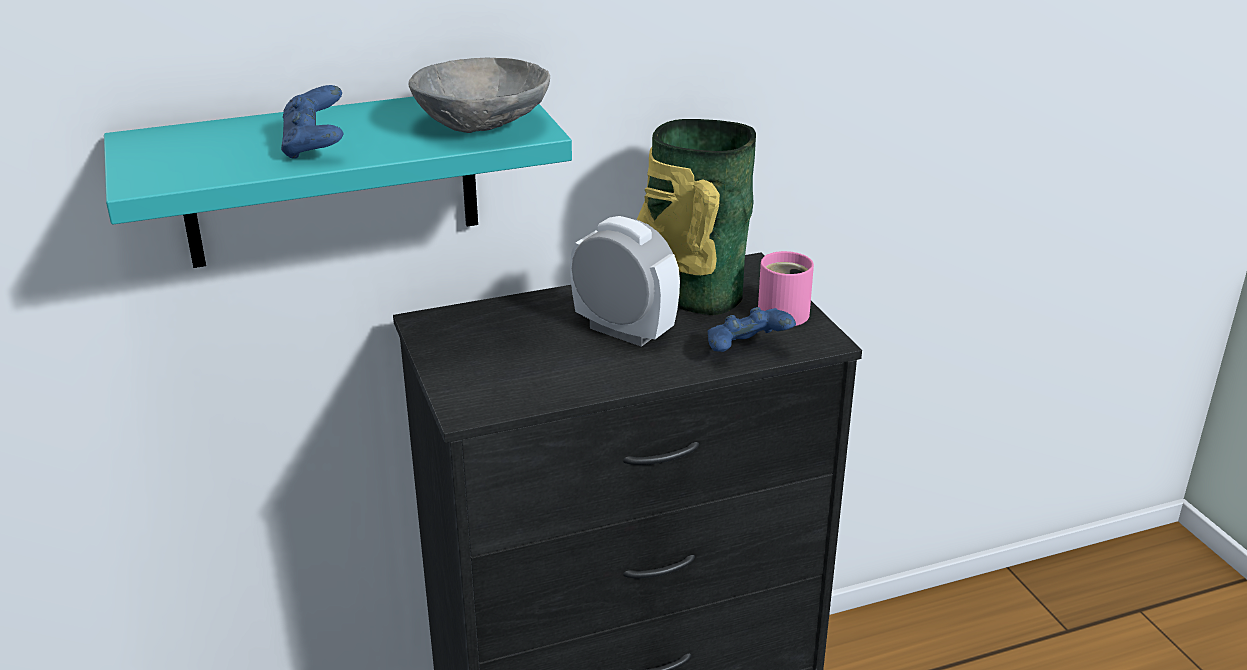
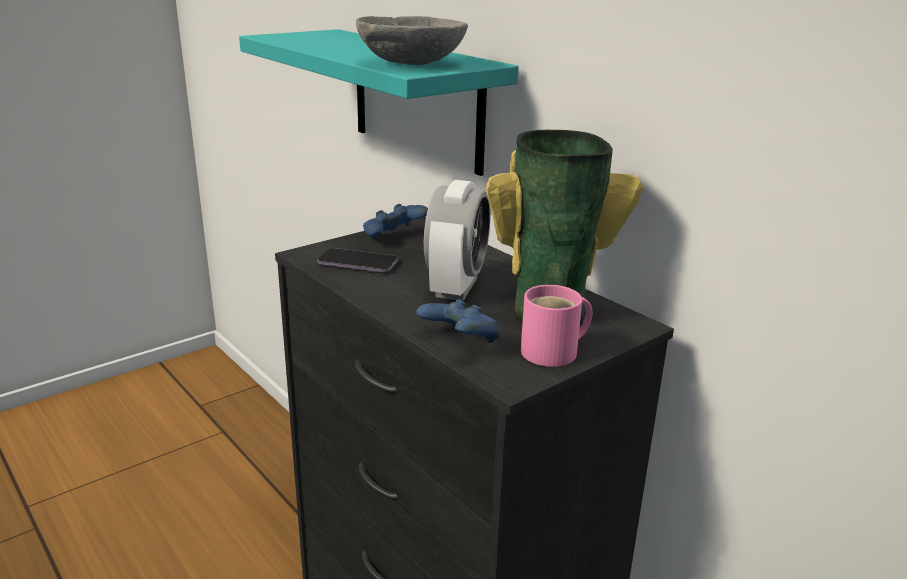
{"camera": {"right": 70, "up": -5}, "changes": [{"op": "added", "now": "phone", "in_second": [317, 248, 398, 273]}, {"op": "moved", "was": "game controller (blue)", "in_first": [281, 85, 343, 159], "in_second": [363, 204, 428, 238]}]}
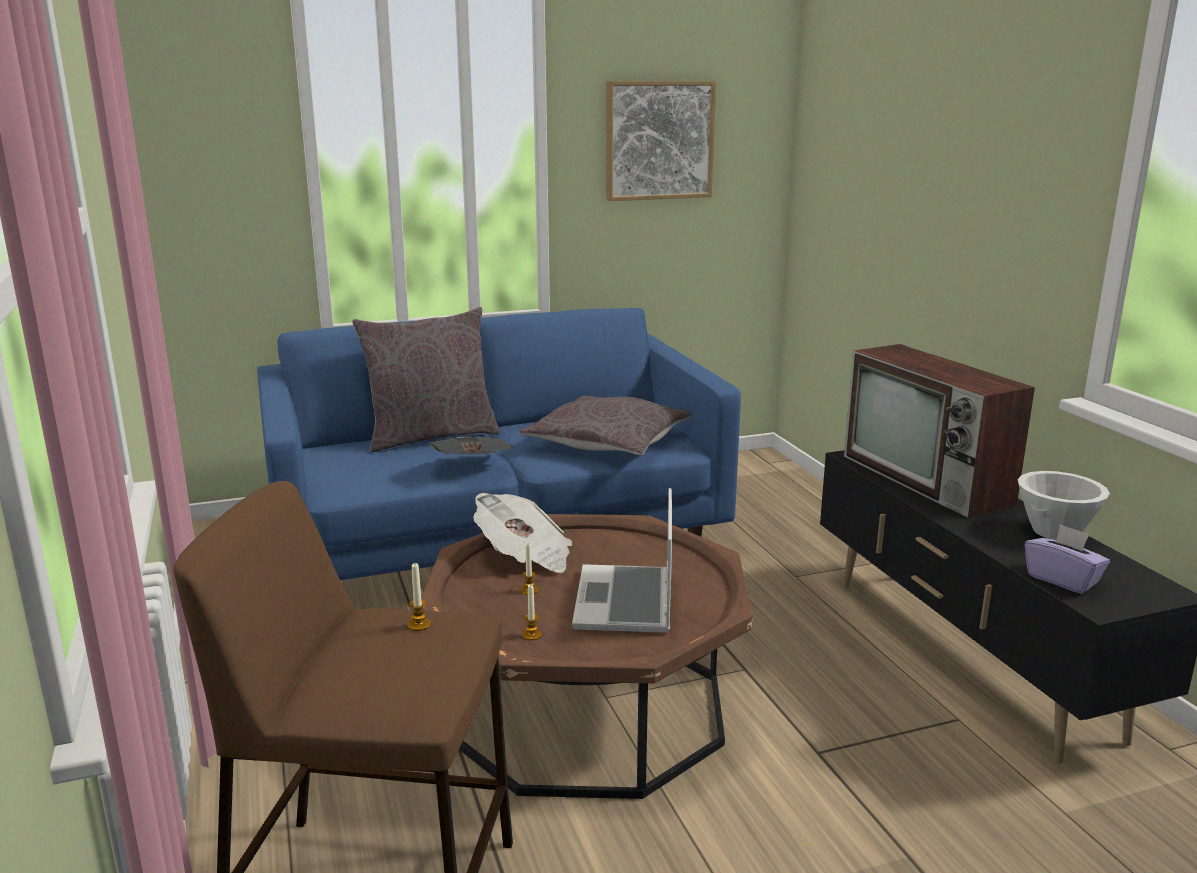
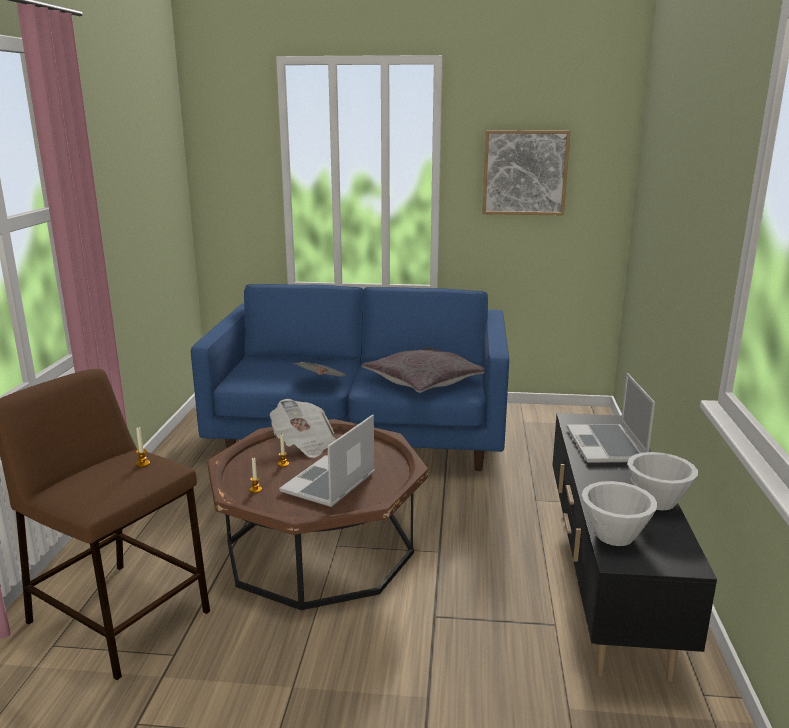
{"camera": {"right": 25, "up": 0}, "changes": [{"op": "replaced", "was": "television", "now": "laptop", "in_first": [844, 344, 1035, 518], "in_second": [567, 373, 655, 463]}, {"op": "replaced", "was": "tissue box (purple)", "now": "bowl (white)", "in_first": [1025, 524, 1110, 594], "in_second": [582, 481, 658, 546]}, {"op": "removed", "was": "pillow (grey)", "in_first": [352, 307, 500, 452]}]}
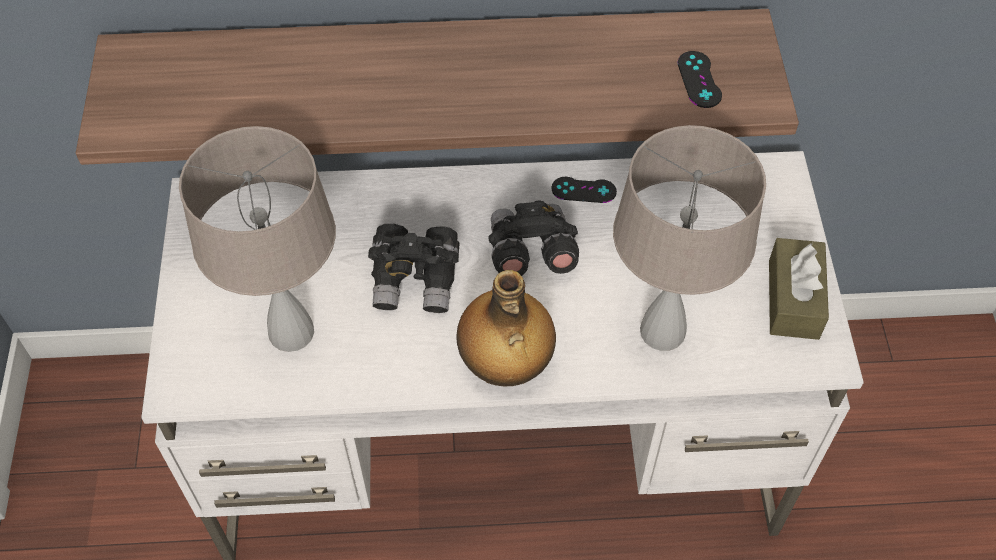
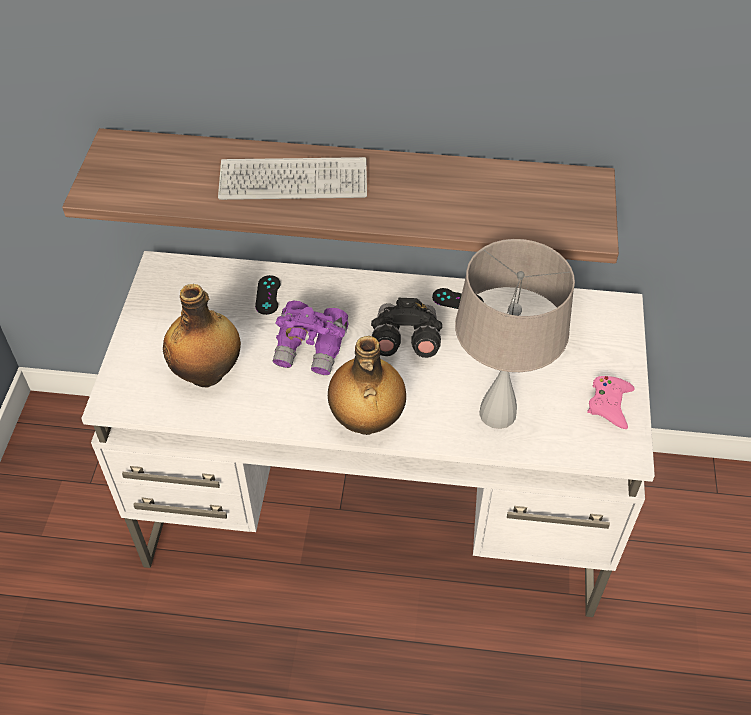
{"camera": {"right": 10, "up": -5}, "changes": [{"op": "replaced", "was": "table lamp (beige)", "now": "bottle", "in_first": [179, 126, 336, 352], "in_second": [163, 284, 241, 387]}, {"op": "added", "now": "keyboard", "in_second": [218, 157, 367, 200]}, {"op": "moved", "was": "game controller (black)", "in_first": [678, 51, 722, 108], "in_second": [255, 275, 281, 315]}, {"op": "recoloured", "was": "binoculars (black)", "now": "binoculars (purple)", "in_first": [368, 224, 460, 313], "in_second": [273, 300, 349, 375]}, {"op": "replaced", "was": "tissue box (brown)", "now": "game controller (pink)", "in_first": [769, 238, 829, 340], "in_second": [587, 376, 635, 429]}]}
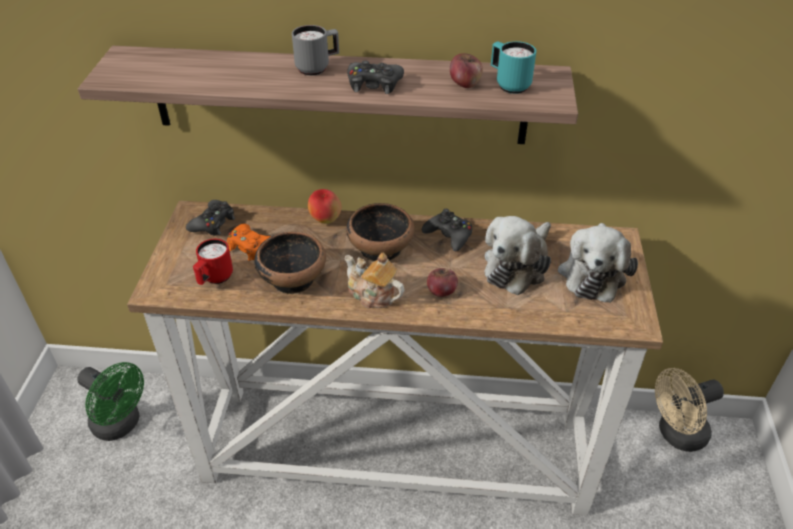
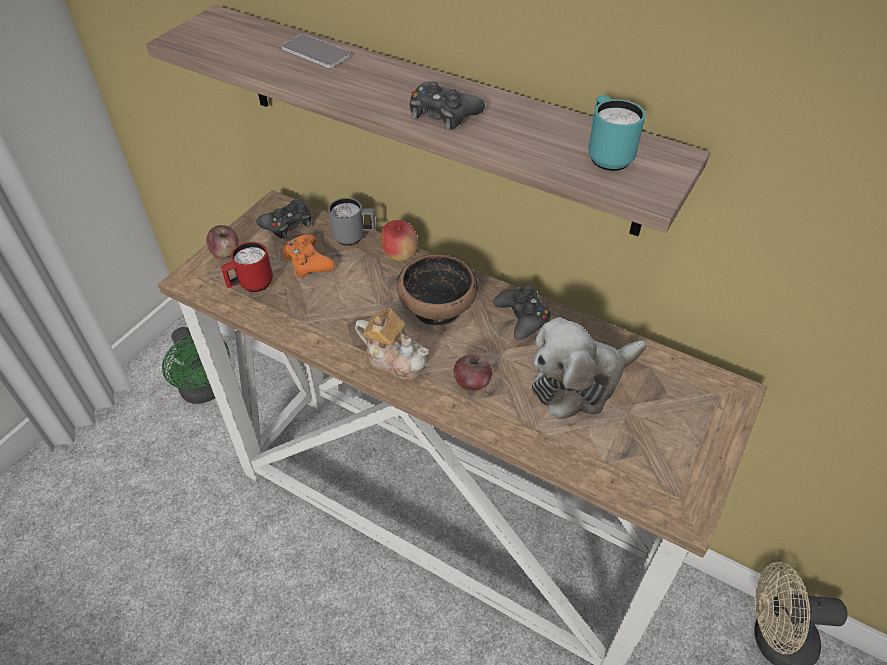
{"camera": {"right": 25, "up": 5}, "changes": [{"op": "moved", "was": "apple", "in_first": [450, 53, 483, 88], "in_second": [206, 225, 239, 259]}, {"op": "added", "now": "phone", "in_second": [281, 34, 351, 68]}, {"op": "moved", "was": "mug (grey)", "in_first": [292, 25, 339, 76], "in_second": [328, 198, 376, 246]}, {"op": "turned", "was": "teapot", "in_first": [345, 253, 405, 309], "in_second": [355, 308, 429, 380], "clockwise": 150}, {"op": "removed", "was": "bowl", "in_first": [254, 232, 326, 294]}, {"op": "removed", "was": "plush toy", "in_first": [558, 223, 638, 303]}]}
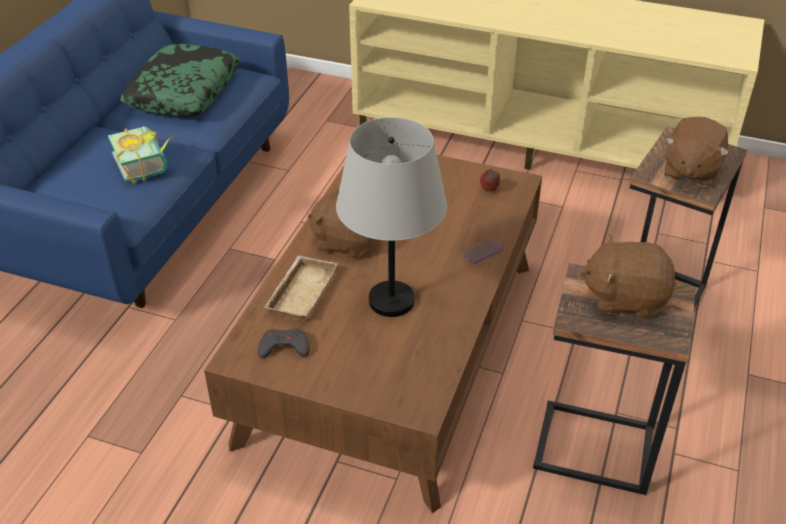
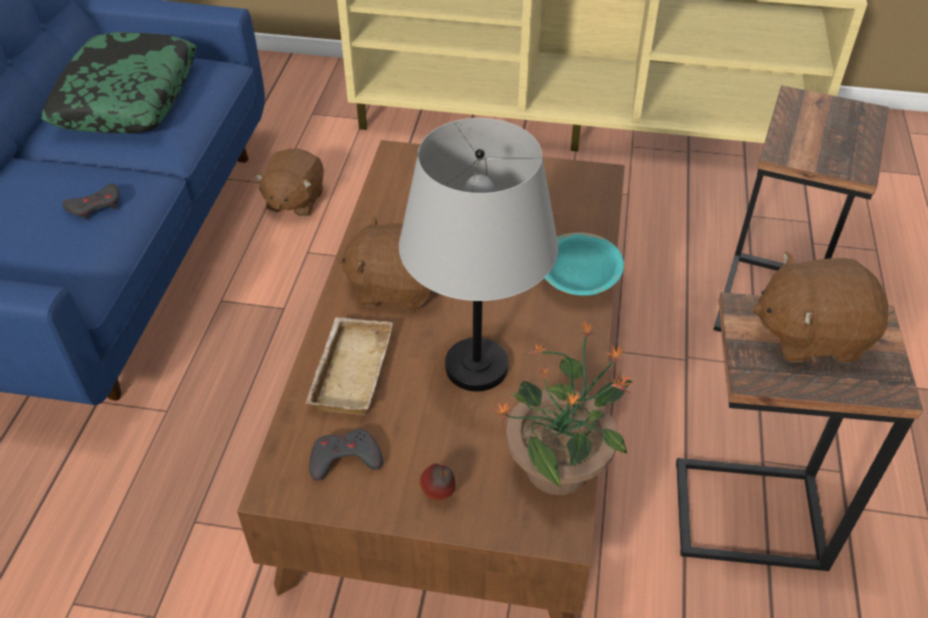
{"camera": {"right": -10, "up": 5}, "changes": [{"op": "replaced", "was": "book", "now": "game controller (grey)", "in_first": [108, 126, 175, 184], "in_second": [62, 183, 119, 220]}, {"op": "moved", "was": "plush toy (brown)", "in_first": [664, 117, 729, 187], "in_second": [254, 149, 324, 217]}, {"op": "moved", "was": "apple", "in_first": [480, 169, 500, 191], "in_second": [420, 464, 455, 500]}, {"op": "added", "now": "potted plant", "in_second": [493, 320, 633, 495]}, {"op": "replaced", "was": "phone", "now": "bowl (turquoise)", "in_first": [463, 240, 503, 264], "in_second": [544, 232, 624, 296]}]}
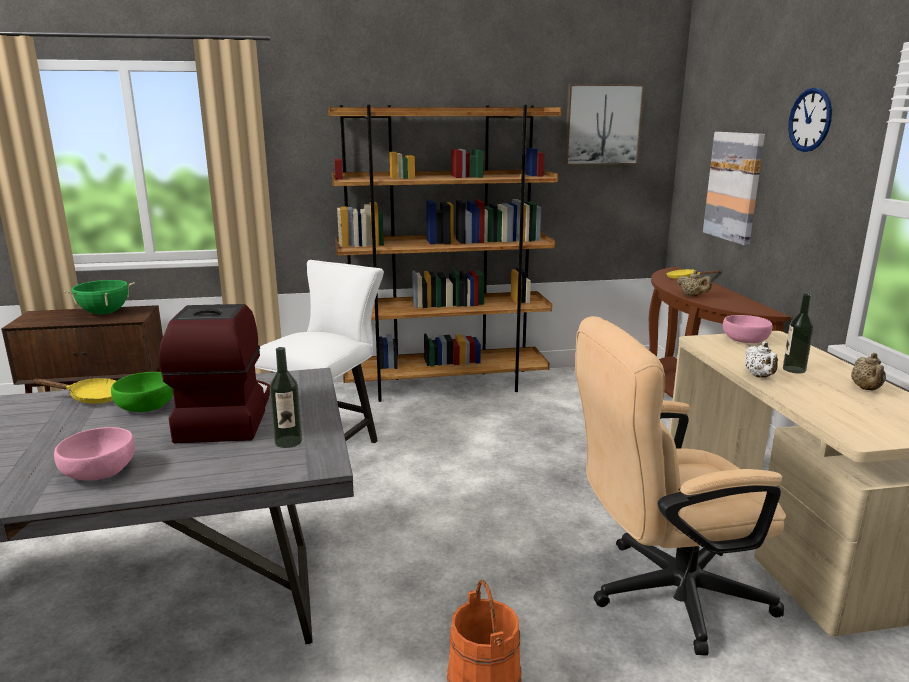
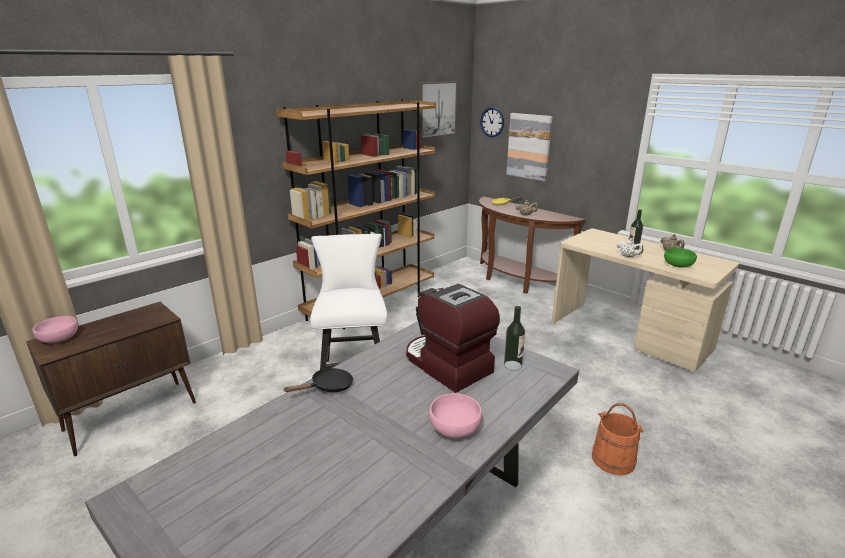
{"camera": {"right": -35, "up": 5}, "changes": [{"op": "moved", "was": "bowl (pink)", "in_first": [723, 315, 773, 343], "in_second": [32, 316, 78, 343]}, {"op": "recoloured", "was": "frying pan (yellow)", "now": "frying pan (black)", "in_first": [32, 378, 116, 404], "in_second": [284, 368, 353, 392]}, {"op": "moved", "was": "wall clock", "in_first": [788, 88, 832, 152], "in_second": [480, 107, 504, 137]}, {"op": "moved", "was": "bowl (green)", "in_first": [111, 372, 173, 412], "in_second": [664, 248, 697, 267]}, {"op": "removed", "was": "cooking pot (green)", "in_first": [64, 280, 134, 315]}, {"op": "removed", "was": "office chair (beige)", "in_first": [575, 316, 786, 656]}]}
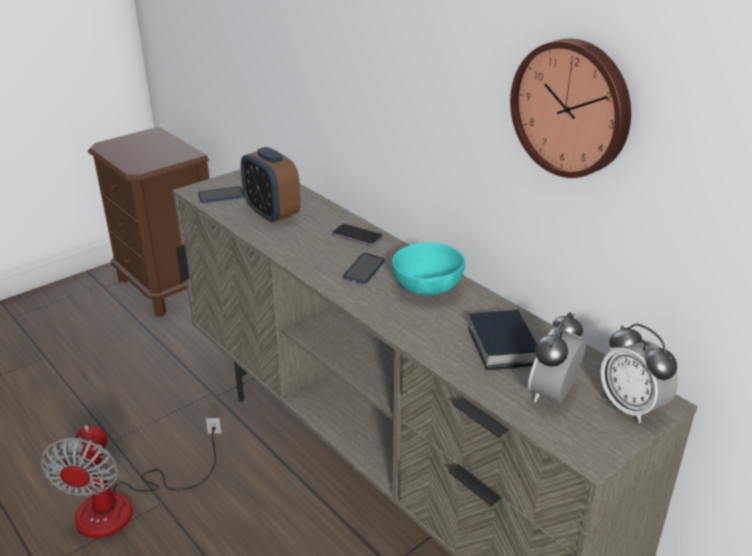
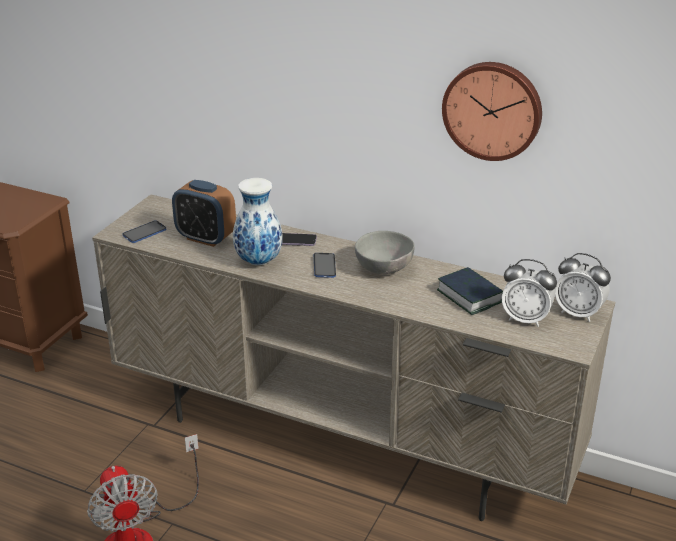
{"camera": {"right": -25, "up": 0}, "changes": [{"op": "added", "now": "vase", "in_second": [233, 178, 283, 265]}, {"op": "recoloured", "was": "bowl (turquoise)", "now": "bowl (grey)", "in_first": [392, 242, 465, 295], "in_second": [355, 231, 415, 274]}, {"op": "turned", "was": "alarm clock", "in_first": [528, 312, 586, 403], "in_second": [502, 259, 557, 327], "clockwise": -75}]}
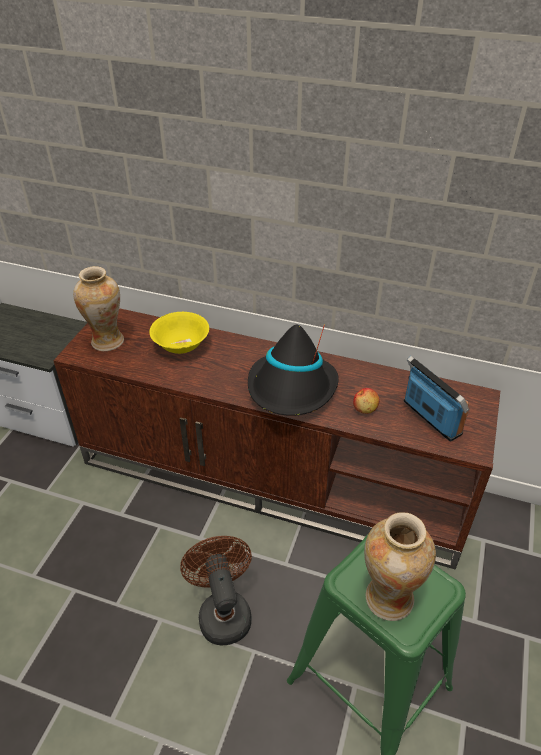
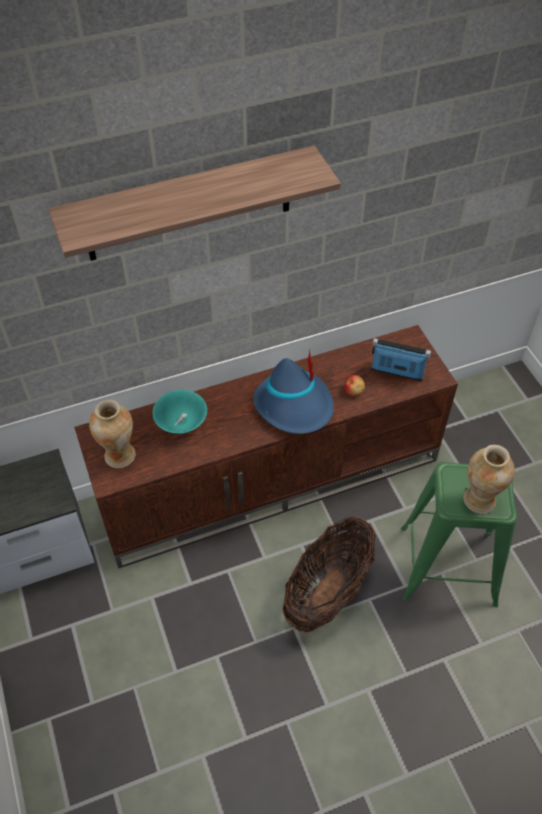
{"camera": {"right": -40, "up": 10}, "changes": [{"op": "added", "now": "shelf", "in_second": [48, 146, 341, 261]}, {"op": "recoloured", "was": "bowl (yellow)", "now": "bowl (turquoise)", "in_first": [149, 312, 209, 354], "in_second": [153, 390, 207, 434]}, {"op": "recoloured", "was": "hat (black)", "now": "hat (blue)", "in_first": [248, 325, 339, 416], "in_second": [253, 349, 334, 434]}, {"op": "replaced", "was": "fan (brown)", "now": "basket", "in_first": [180, 536, 252, 645], "in_second": [283, 516, 375, 632]}]}
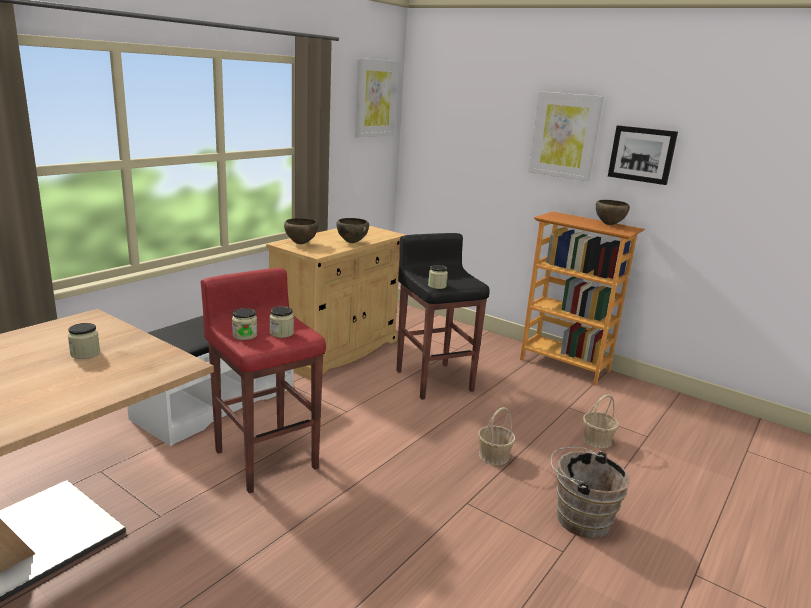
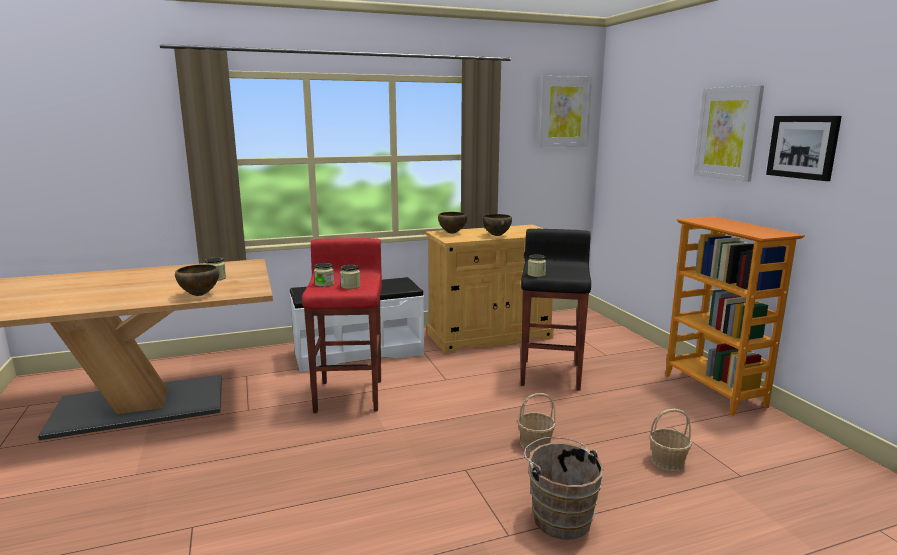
{"camera": {"right": 35, "up": -5}, "changes": [{"op": "moved", "was": "bowl (brown)", "in_first": [596, 200, 630, 225], "in_second": [175, 264, 219, 296]}]}
